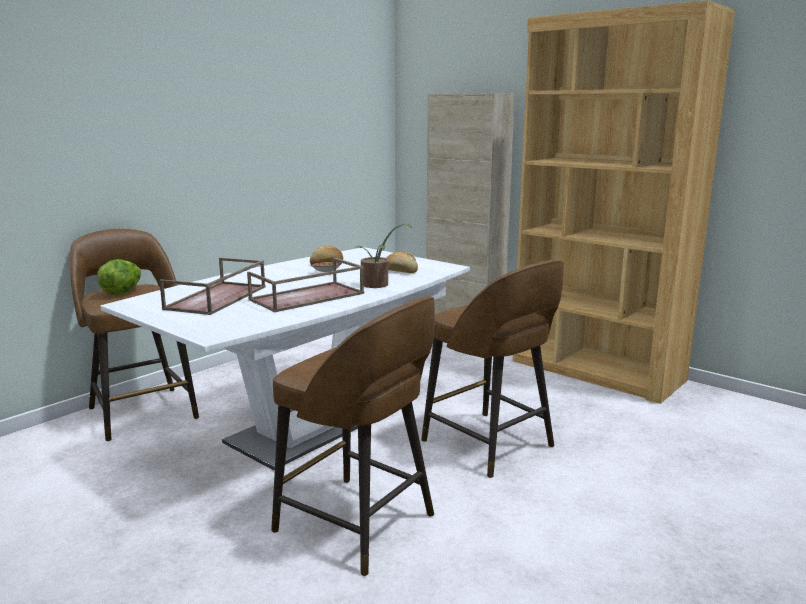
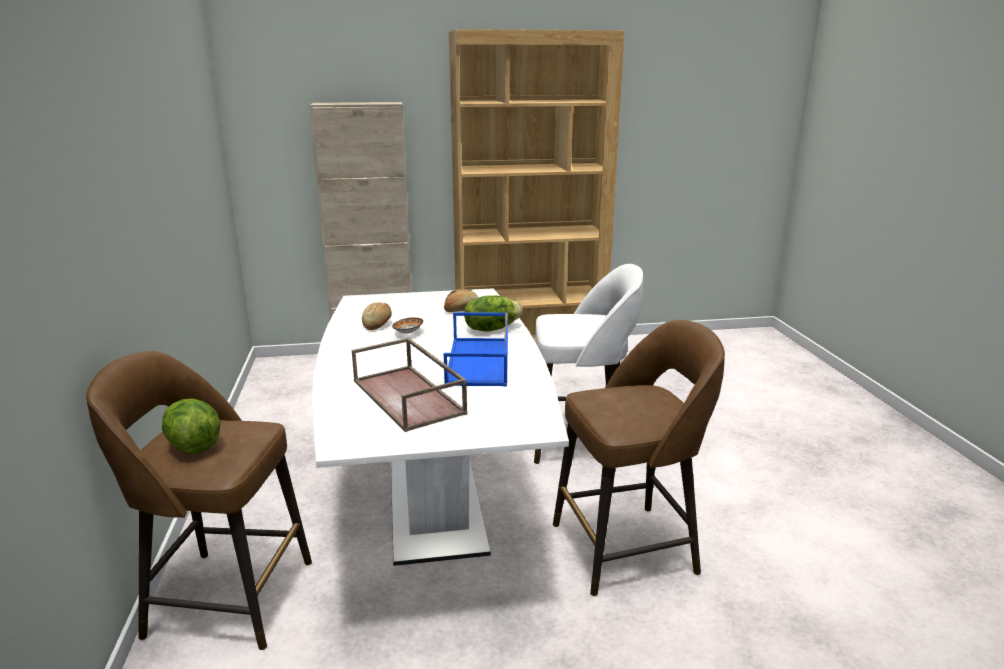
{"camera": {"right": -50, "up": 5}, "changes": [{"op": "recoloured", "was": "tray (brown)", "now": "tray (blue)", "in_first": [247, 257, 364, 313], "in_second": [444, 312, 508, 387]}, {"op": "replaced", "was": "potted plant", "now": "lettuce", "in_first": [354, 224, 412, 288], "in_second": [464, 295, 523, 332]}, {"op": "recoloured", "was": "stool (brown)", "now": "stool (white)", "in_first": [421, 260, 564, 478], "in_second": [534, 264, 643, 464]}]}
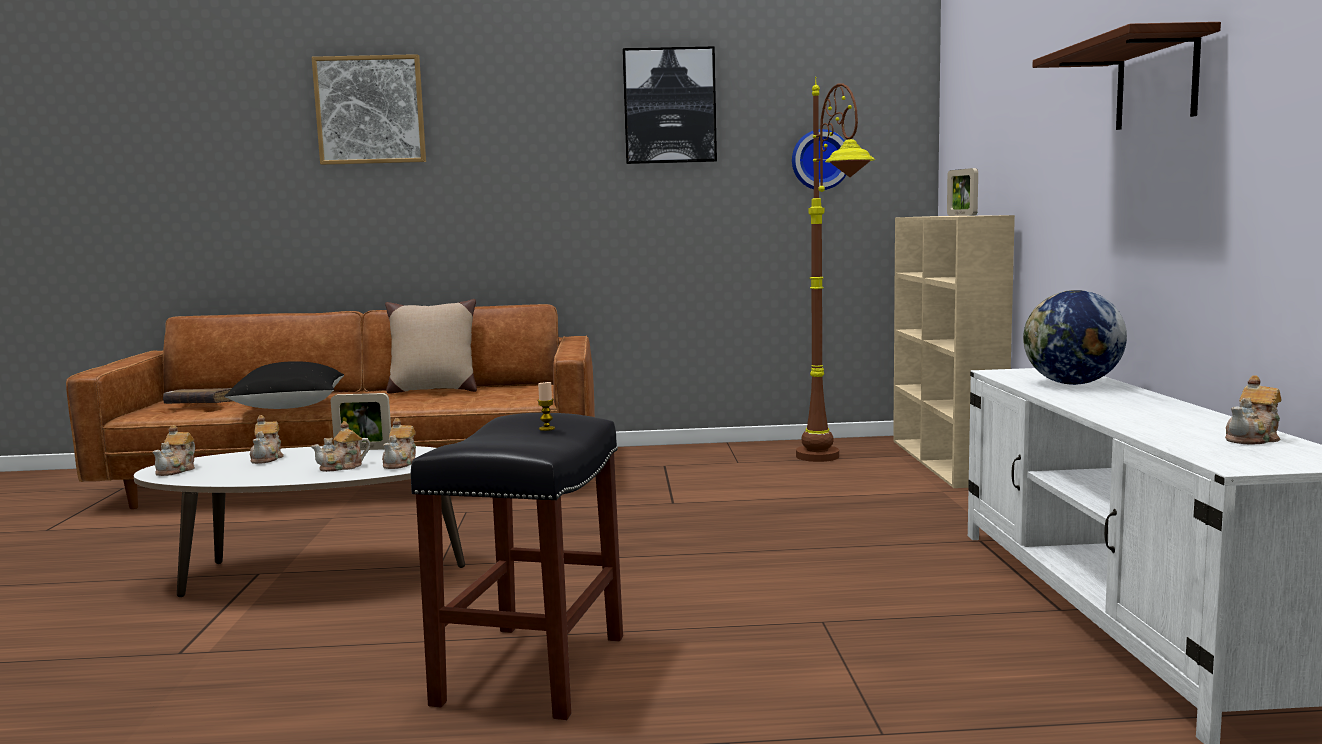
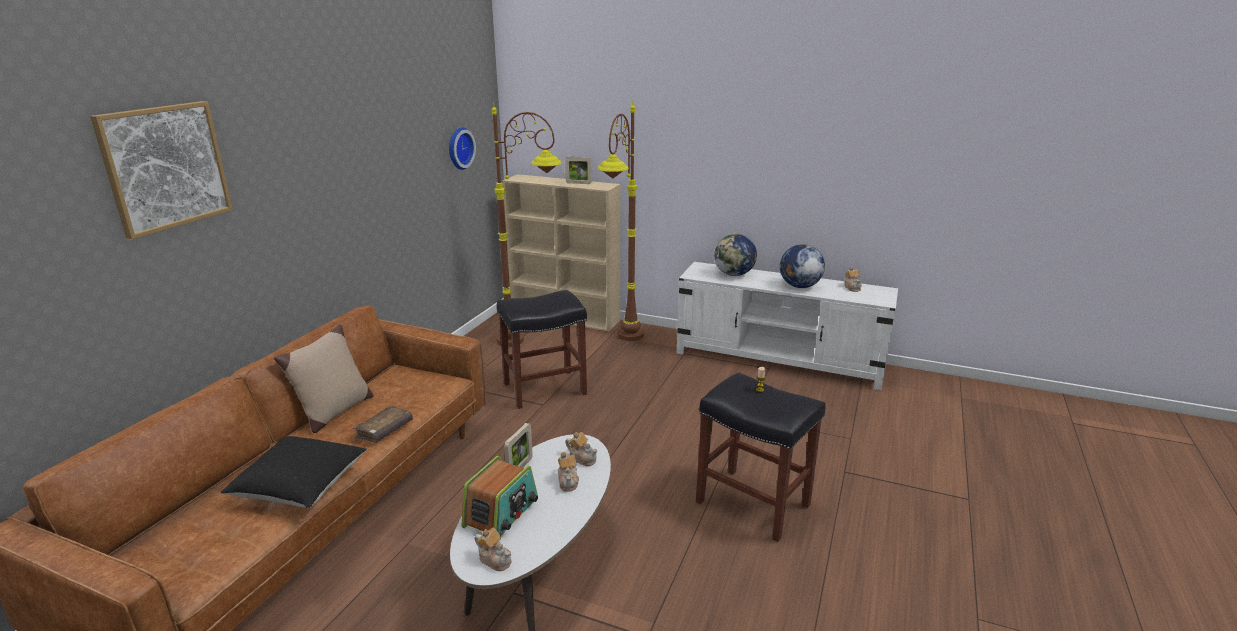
{"camera": {"right": -65, "up": 15}, "changes": [{"op": "moved", "was": "book (brown)", "in_first": [163, 388, 233, 404], "in_second": [353, 405, 413, 443]}, {"op": "replaced", "was": "teapot", "now": "radio", "in_first": [250, 415, 284, 464], "in_second": [462, 456, 538, 535]}, {"op": "added", "now": "stool (black)", "in_second": [497, 290, 587, 409]}, {"op": "added", "now": "floor lamp (brown)", "in_second": [597, 100, 644, 341]}, {"op": "added", "now": "globe", "in_second": [780, 244, 825, 288]}, {"op": "removed", "was": "picture", "in_first": [623, 46, 717, 164]}, {"op": "removed", "was": "shelf", "in_first": [1033, 22, 1221, 130]}]}
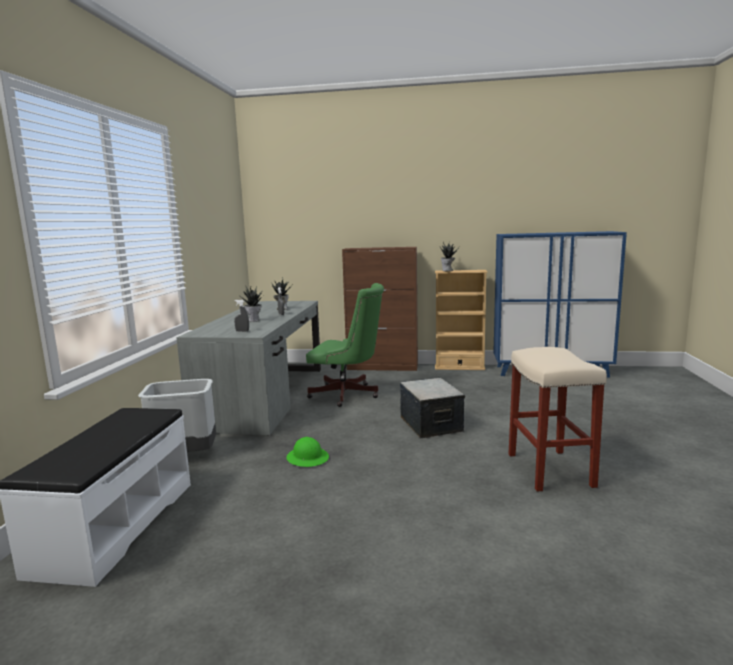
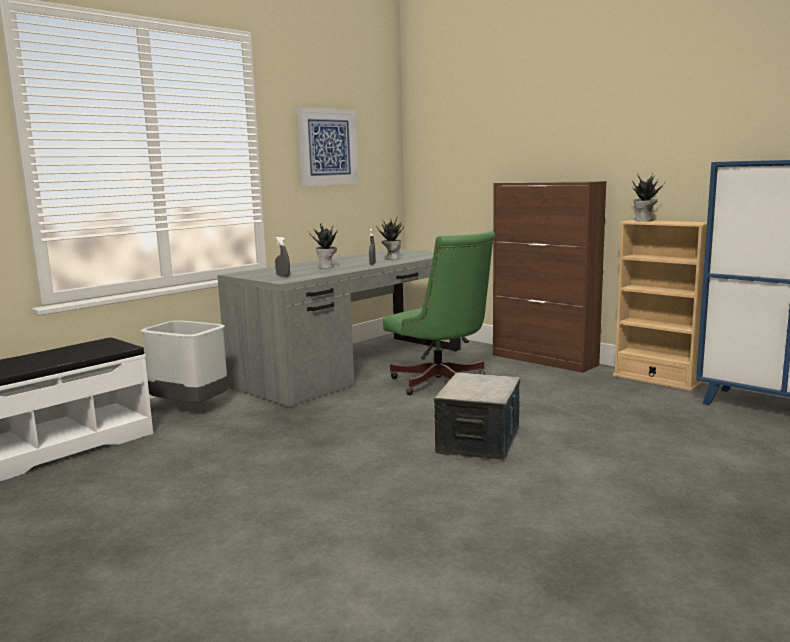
{"camera": {"right": 35, "up": 0}, "changes": [{"op": "added", "now": "picture", "in_second": [297, 107, 359, 186]}, {"op": "removed", "was": "hard hat (green)", "in_first": [286, 437, 329, 467]}, {"op": "removed", "was": "stool (beige)", "in_first": [508, 347, 607, 491]}]}
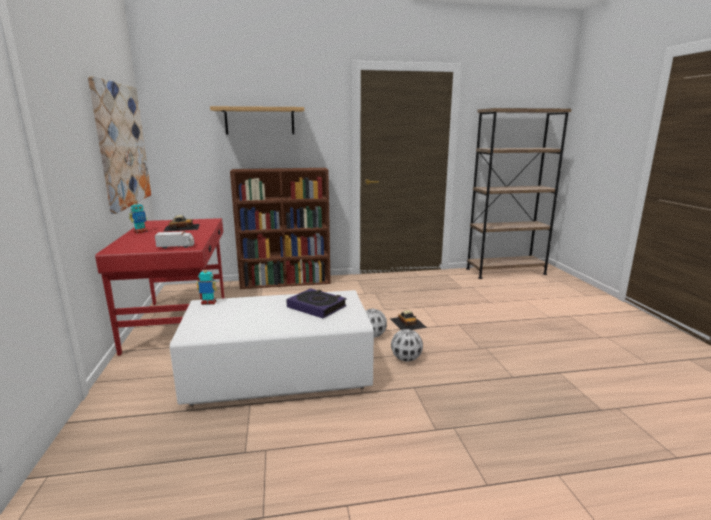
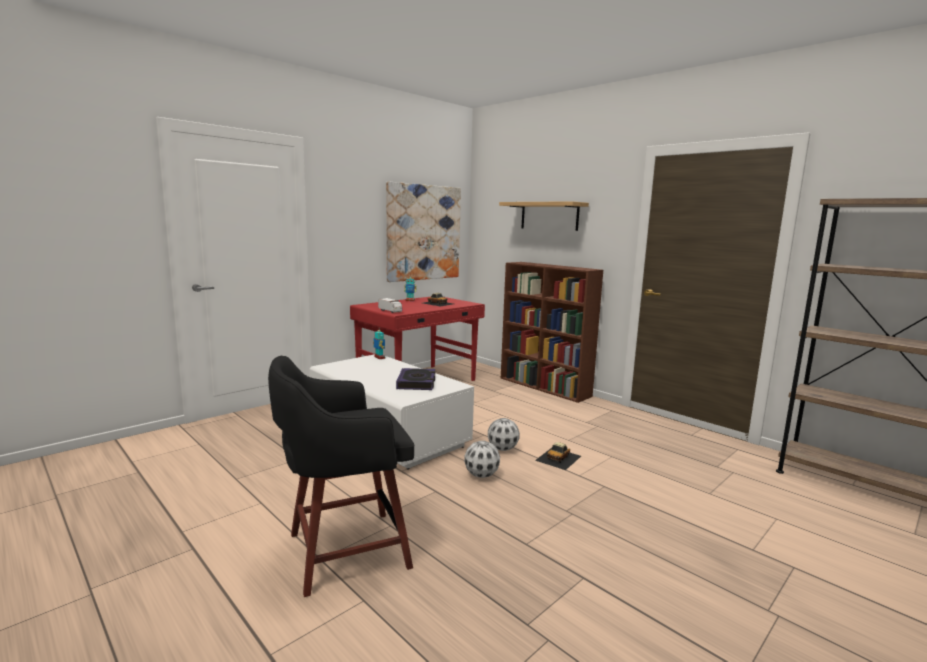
{"camera": {"right": 55, "up": -5}, "changes": [{"op": "added", "now": "stool (black)", "in_second": [268, 356, 414, 597]}]}
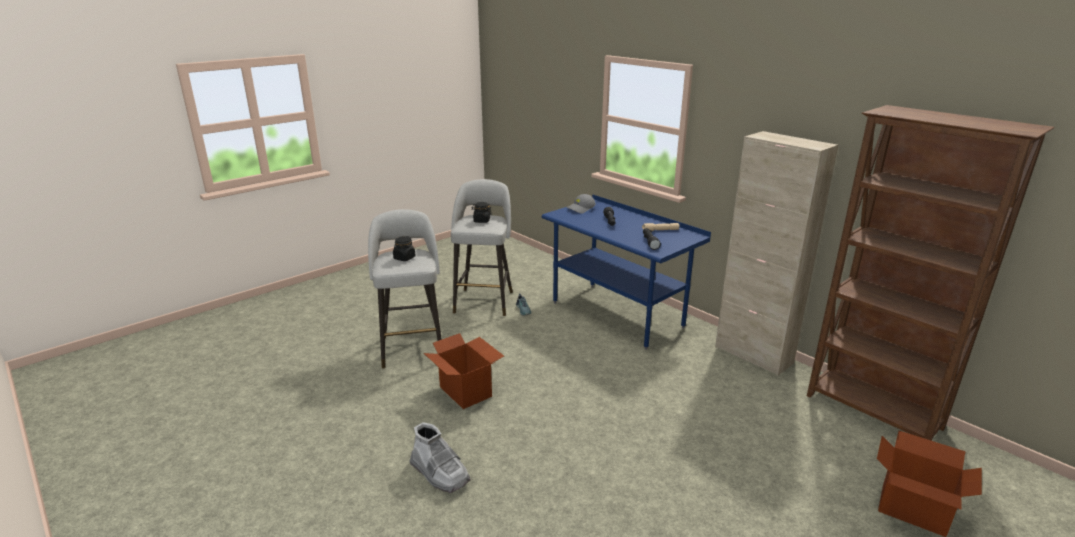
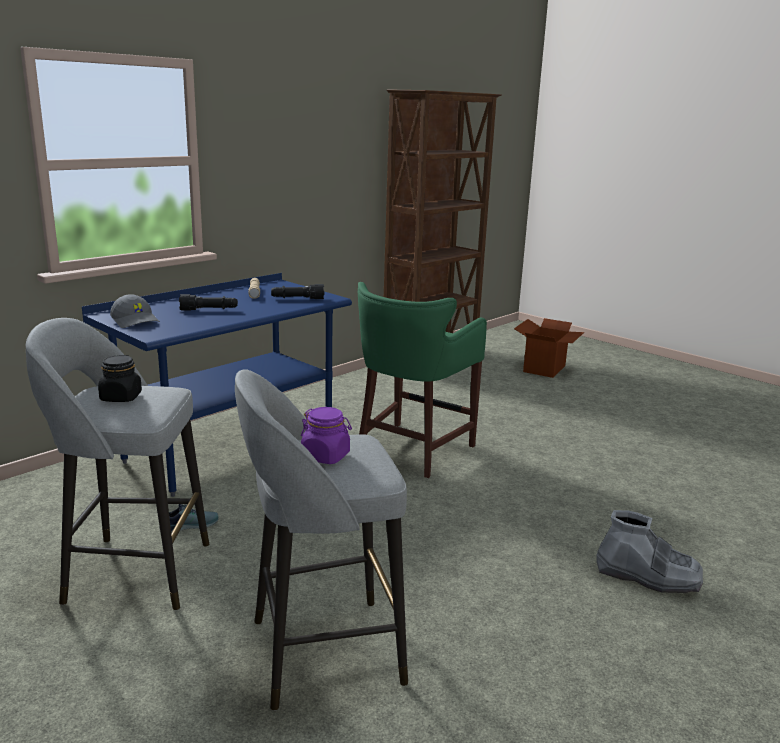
{"camera": {"right": -95, "up": -5}, "changes": [{"op": "recoloured", "was": "jar (black)", "now": "jar (purple)", "in_first": [393, 236, 416, 261], "in_second": [301, 407, 352, 464]}, {"op": "added", "now": "stool (green)", "in_second": [358, 282, 487, 478]}, {"op": "turned", "was": "boot (grey)", "in_first": [409, 422, 471, 493], "in_second": [597, 510, 703, 593], "clockwise": 75}, {"op": "removed", "was": "cardboard box", "in_first": [424, 333, 504, 409]}, {"op": "removed", "was": "cabinet (beige)", "in_first": [715, 131, 838, 376]}]}
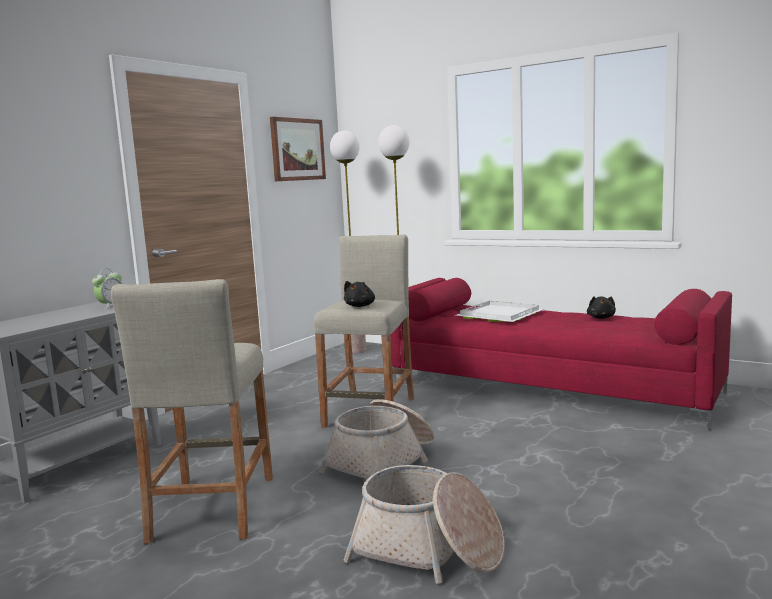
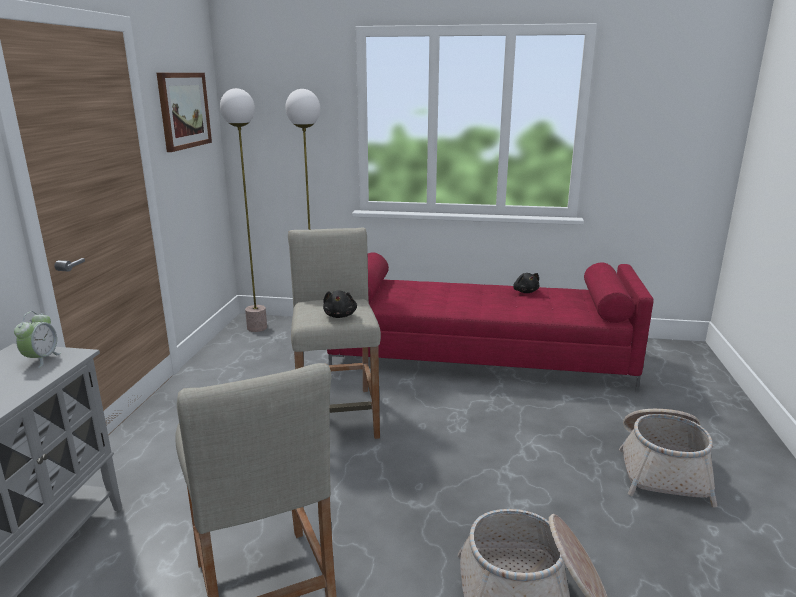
{"camera": {"right": -25, "up": 10}, "changes": [{"op": "moved", "was": "basket", "in_first": [319, 399, 434, 479], "in_second": [619, 409, 718, 507]}, {"op": "removed", "was": "tray (white)", "in_first": [455, 301, 544, 322]}]}
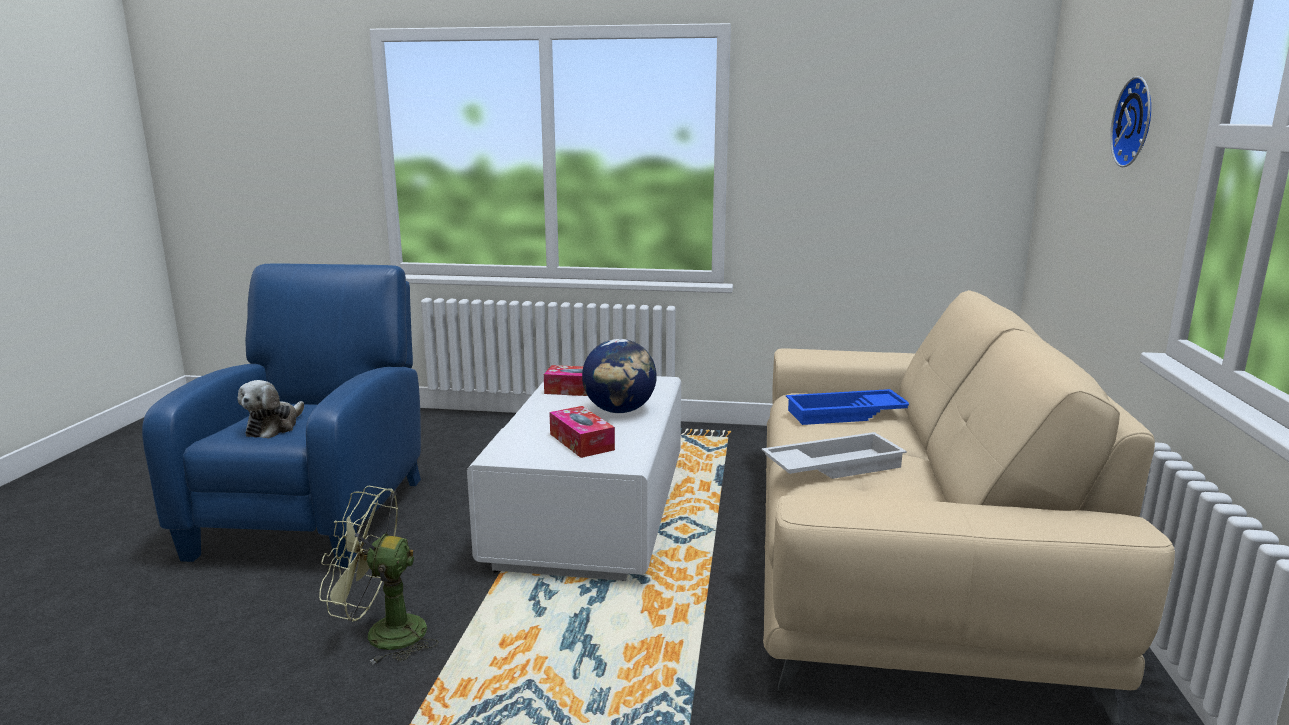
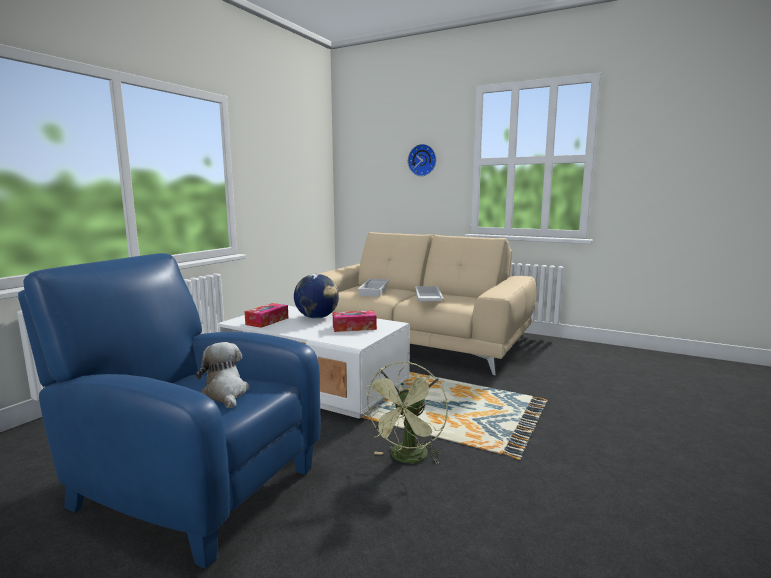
{"camera": {"right": -70, "up": -5}, "changes": [{"op": "turned", "was": "plush toy", "in_first": [238, 380, 304, 439], "in_second": [196, 342, 250, 409], "clockwise": -150}, {"op": "recoloured", "was": "tray (blue)", "now": "tray (white)", "in_first": [786, 389, 909, 425], "in_second": [358, 279, 389, 297]}]}
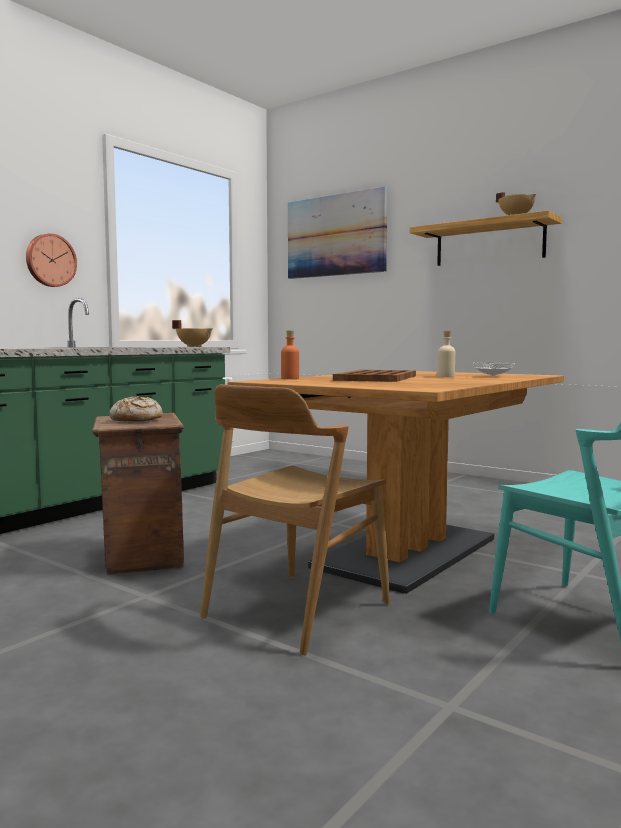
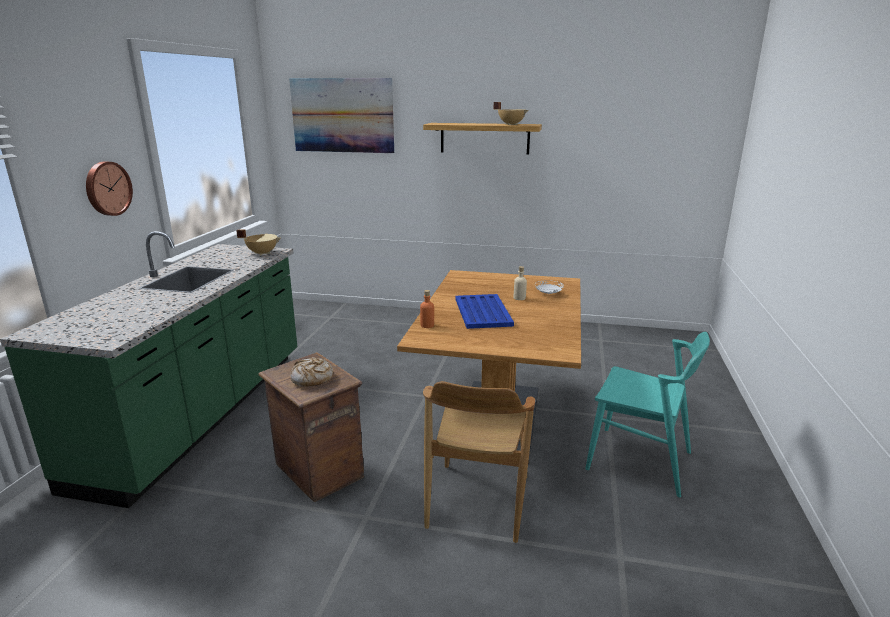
{"camera": {"right": -25, "up": 15}, "changes": [{"op": "recoloured", "was": "tray (brown)", "now": "tray (blue)", "in_first": [333, 370, 416, 382], "in_second": [455, 294, 514, 329]}]}
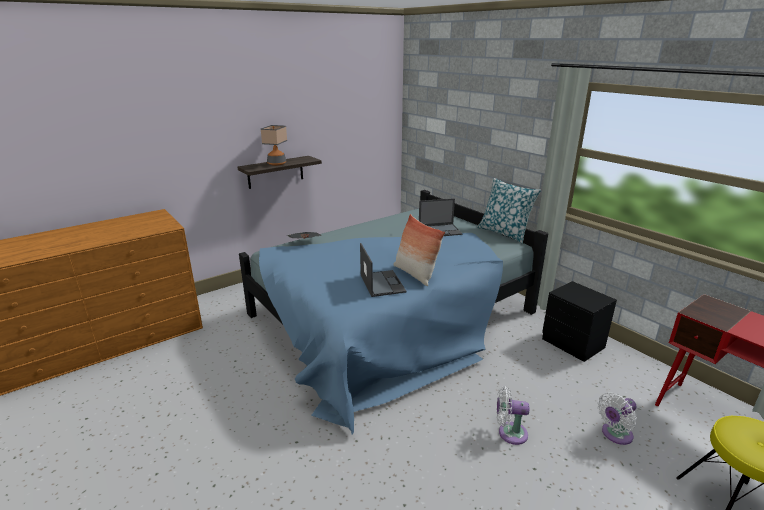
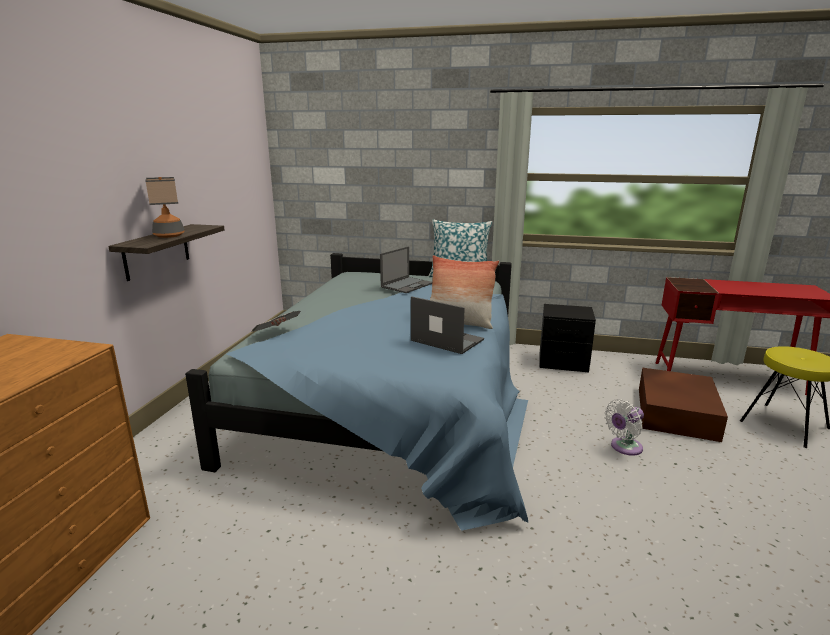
{"camera": {"right": -40, "up": -5}, "changes": [{"op": "replaced", "was": "fan (white)", "now": "storage box (brown)", "in_first": [598, 392, 637, 445], "in_second": [639, 368, 728, 442]}]}
